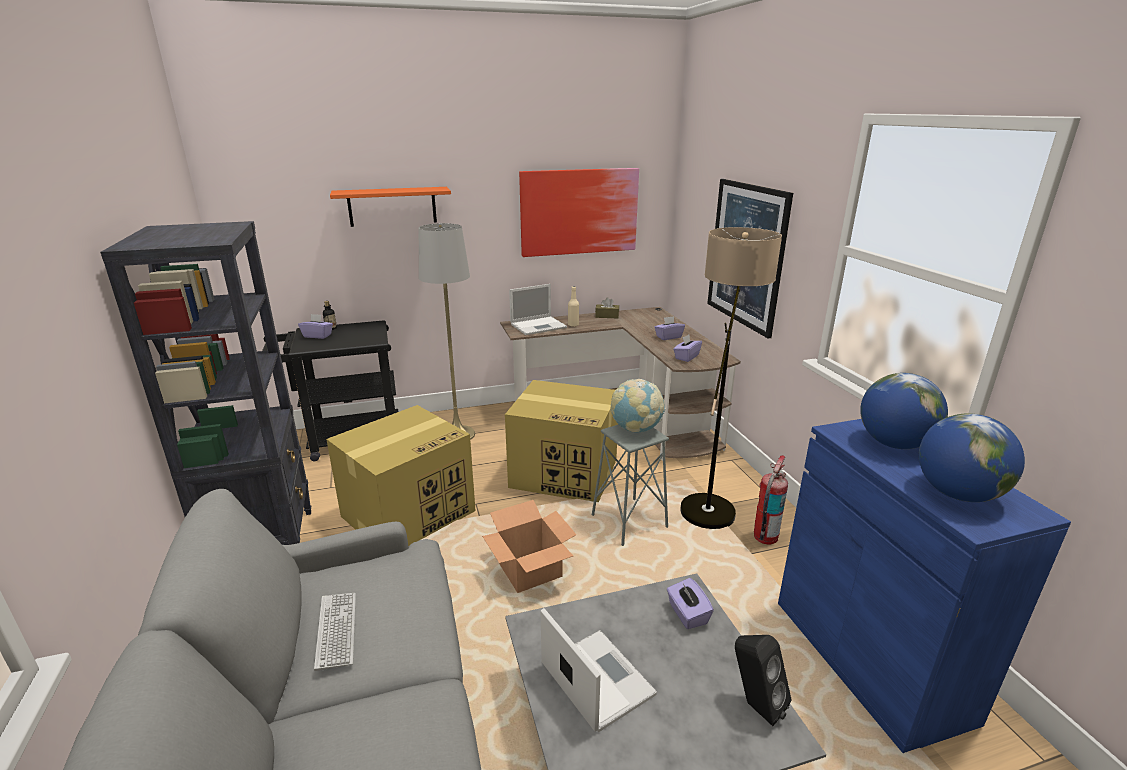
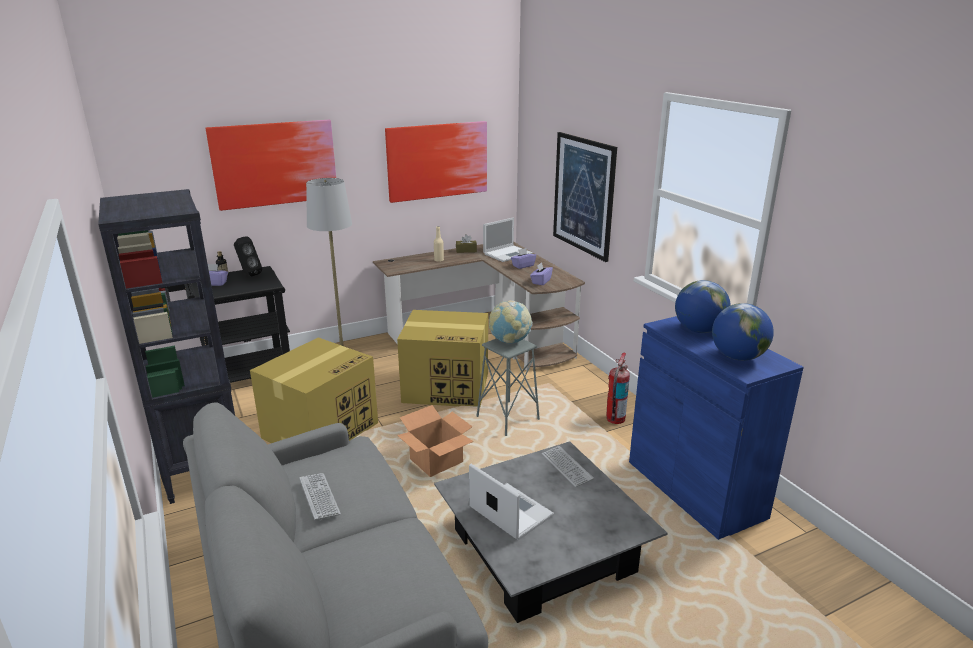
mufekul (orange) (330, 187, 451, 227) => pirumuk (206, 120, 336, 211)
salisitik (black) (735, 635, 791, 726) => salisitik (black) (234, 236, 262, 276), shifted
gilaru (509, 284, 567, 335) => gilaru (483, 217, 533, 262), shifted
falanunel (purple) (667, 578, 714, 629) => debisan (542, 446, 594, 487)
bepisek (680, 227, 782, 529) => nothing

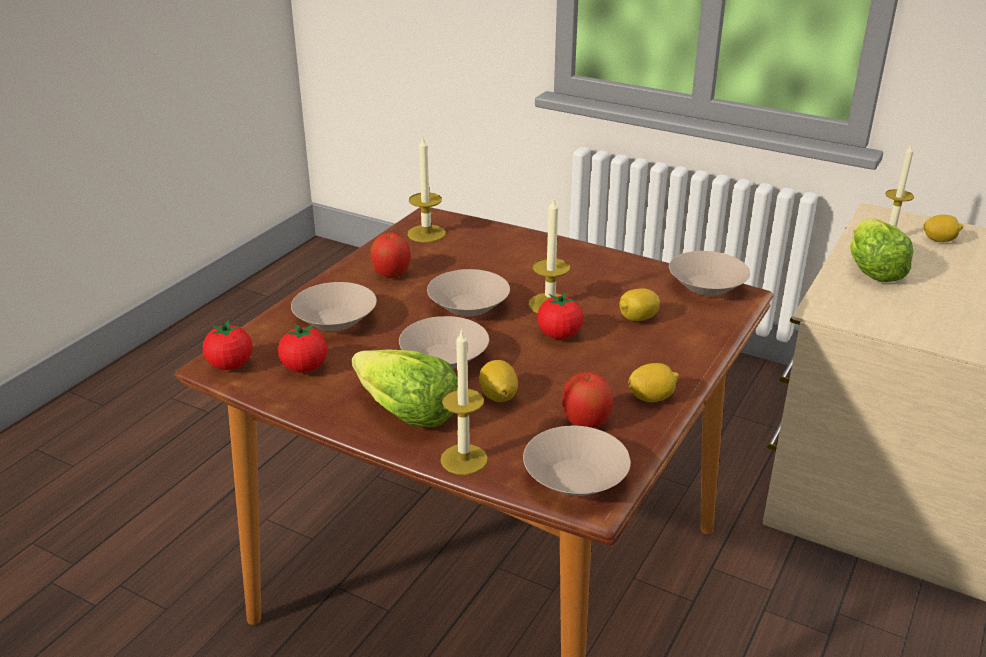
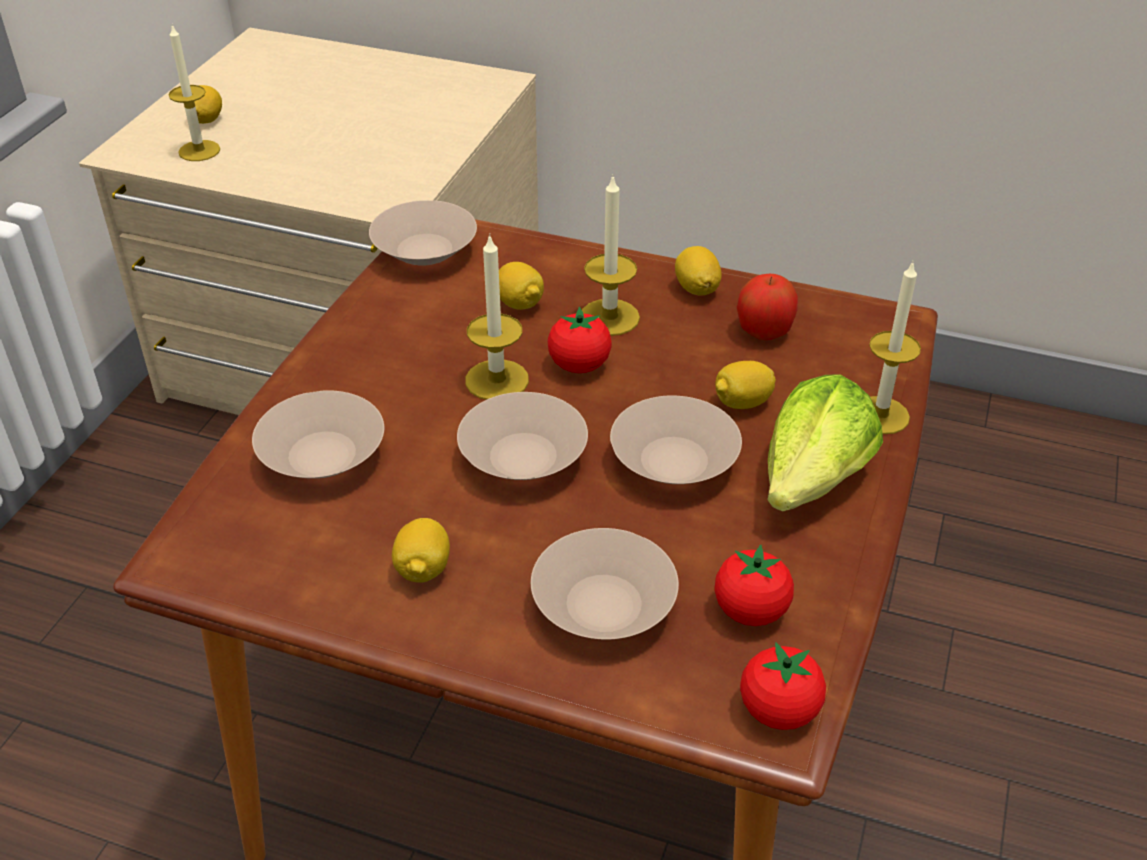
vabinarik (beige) (523, 426, 631, 496) => vabinarik (beige) (252, 390, 384, 479), shifted
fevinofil (370, 232, 411, 278) => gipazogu (392, 518, 450, 583)
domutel (408, 135, 446, 242) => domutel (582, 176, 640, 336), shifted
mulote (850, 218, 914, 282) => nothing

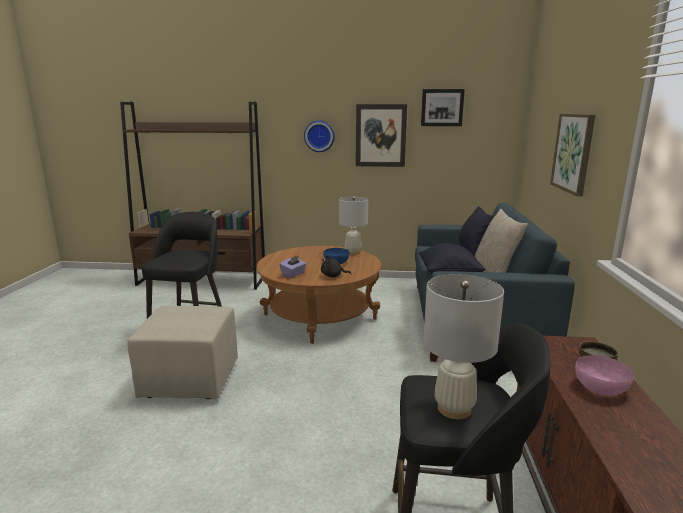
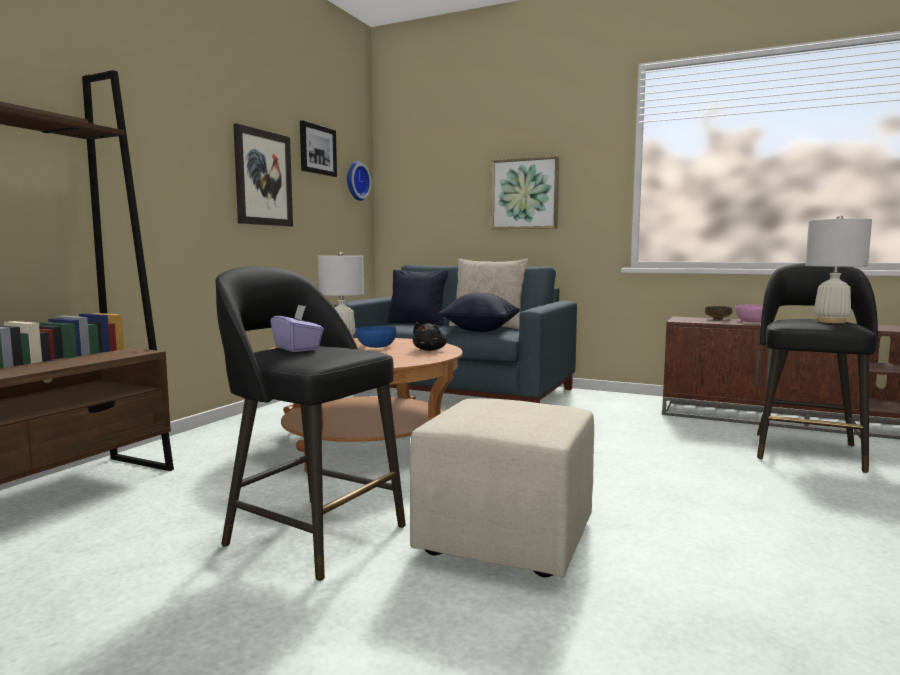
falanunel (purple) (280, 255, 307, 278) => falanunel (purple) (270, 304, 324, 352), shifted
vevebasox (304, 120, 335, 152) => vevebasox (347, 161, 372, 201), shifted

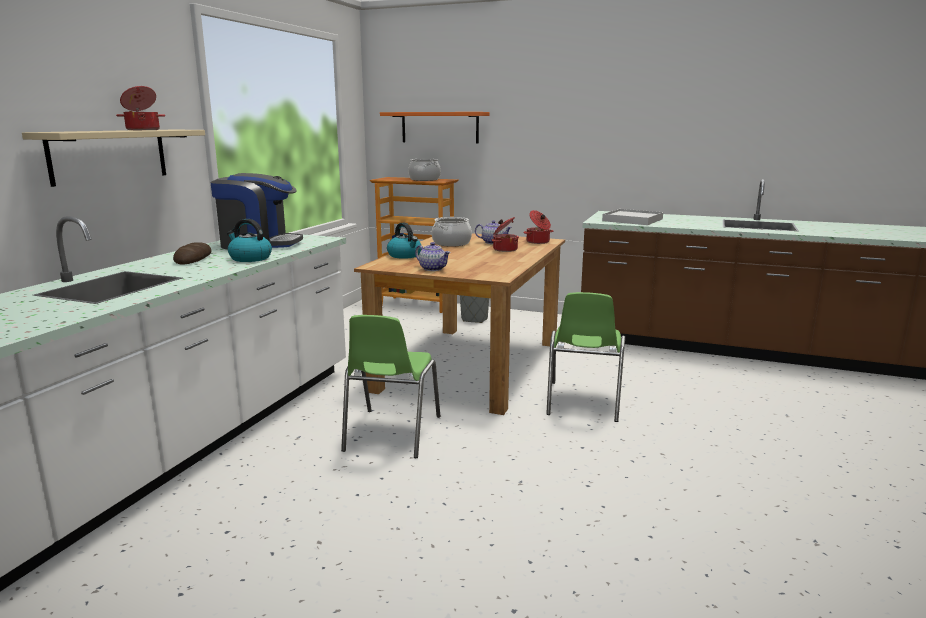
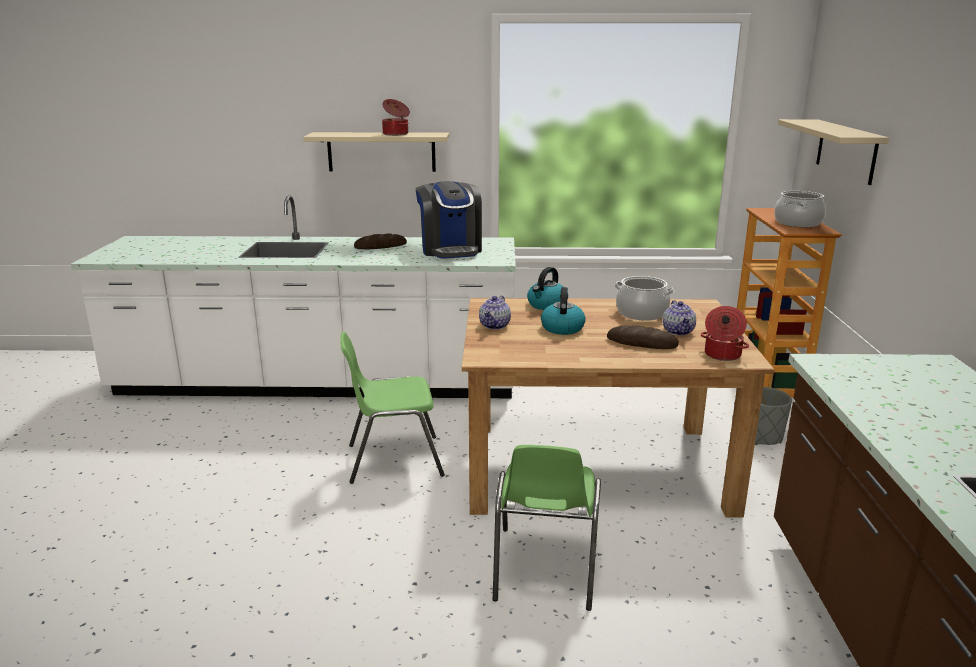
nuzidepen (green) (546, 292, 625, 422) => nuzidepen (green) (493, 445, 601, 611), 75 degrees counterclockwise
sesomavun (227, 219, 272, 262) => sesomavun (541, 287, 586, 335), shifted
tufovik (492, 217, 519, 252) => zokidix (607, 325, 679, 349)
mufekul (orange) (380, 112, 490, 143) => mufekul (beige) (778, 119, 889, 185)
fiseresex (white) (602, 209, 663, 225) => nothing

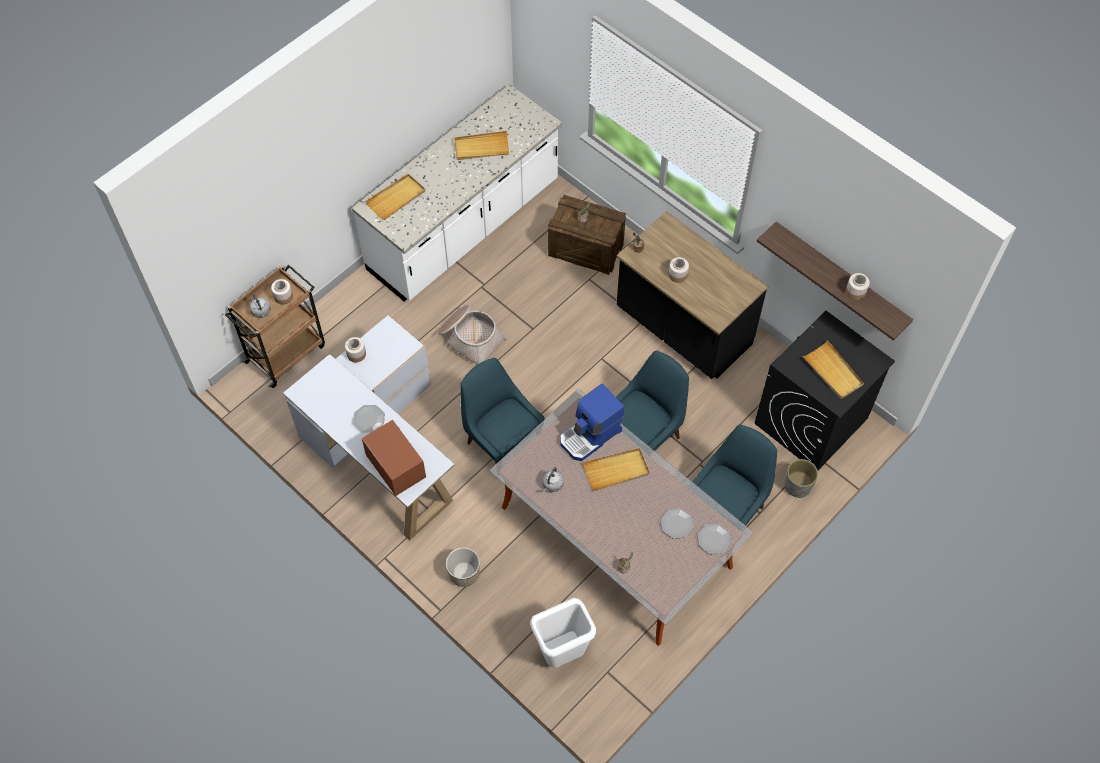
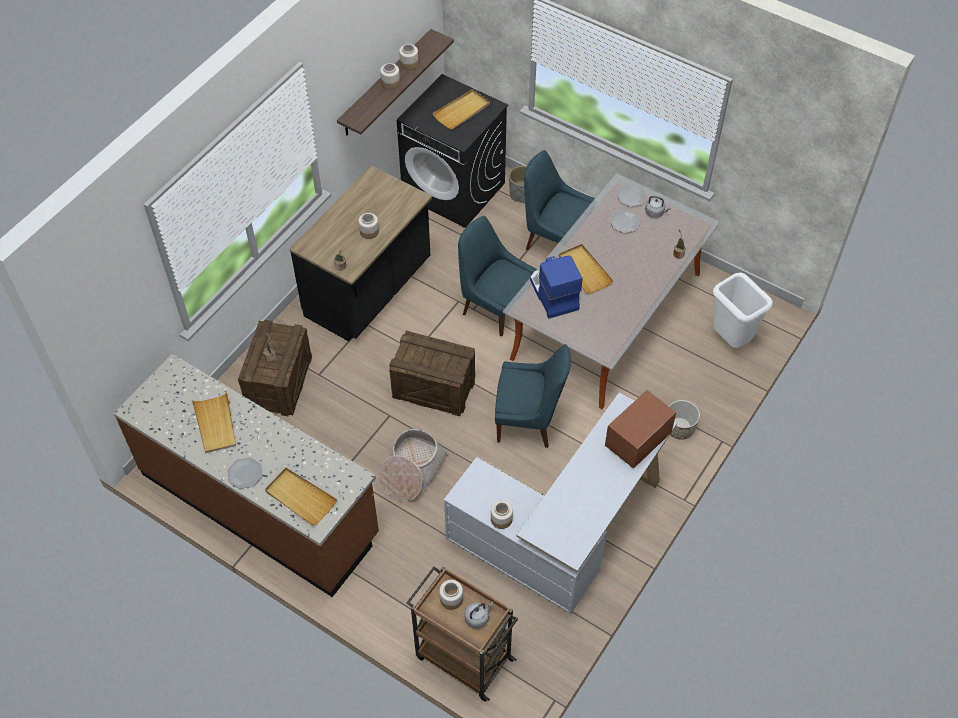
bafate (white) (352, 85, 562, 301) => bafate (brown) (114, 354, 379, 597)
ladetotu (353, 405, 385, 432) => ladetotu (228, 458, 262, 489), shifted
nothing => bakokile (380, 63, 400, 90)
nothing => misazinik (389, 331, 475, 416)
nuzidepen (blue) (460, 358, 544, 464) => nuzidepen (blue) (495, 344, 571, 448), 120 degrees counterclockwise
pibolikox (560, 384, 624, 461) => pibolikox (530, 256, 582, 318), 150 degrees counterclockwise
sesomavun (grey) (542, 467, 564, 492) => sesomavun (grey) (645, 196, 671, 218), shifted

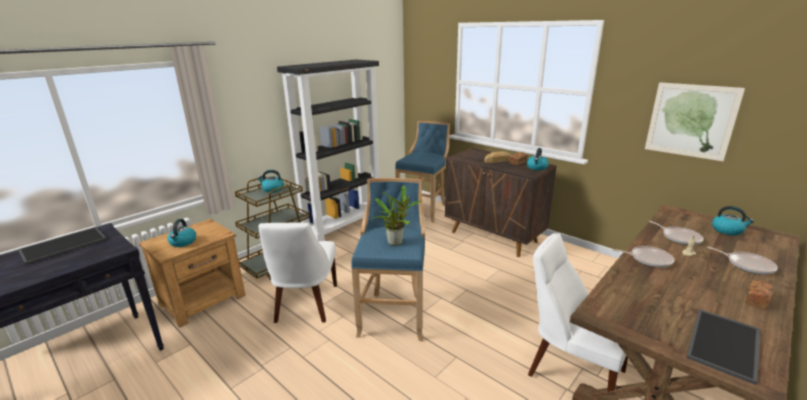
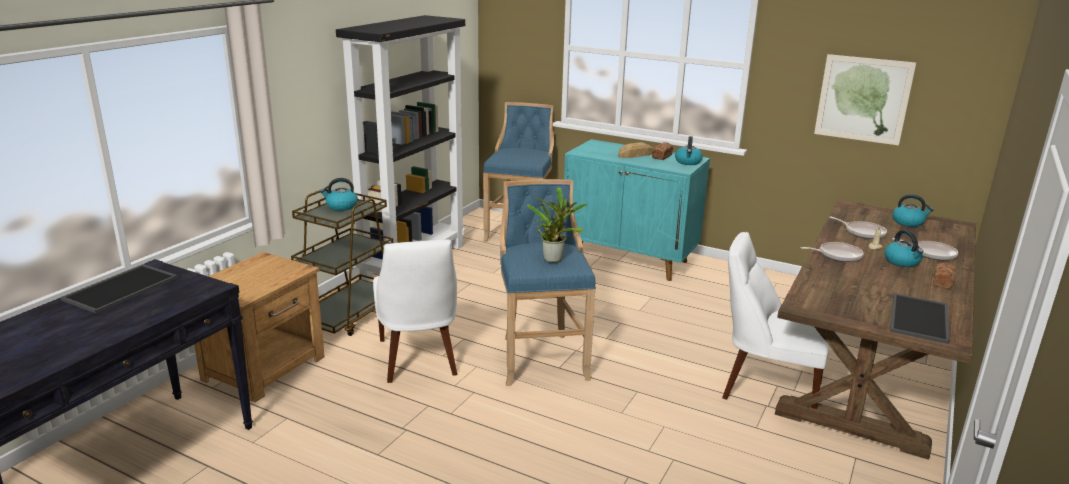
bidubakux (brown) (445, 148, 557, 257) => bidubakux (turquoise) (564, 139, 710, 281)
sesomavun (167, 219, 196, 247) => sesomavun (885, 230, 923, 267), shifted

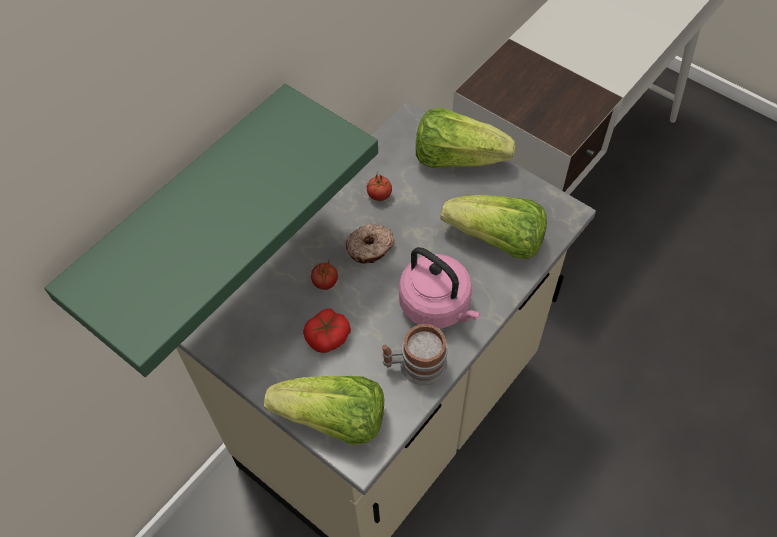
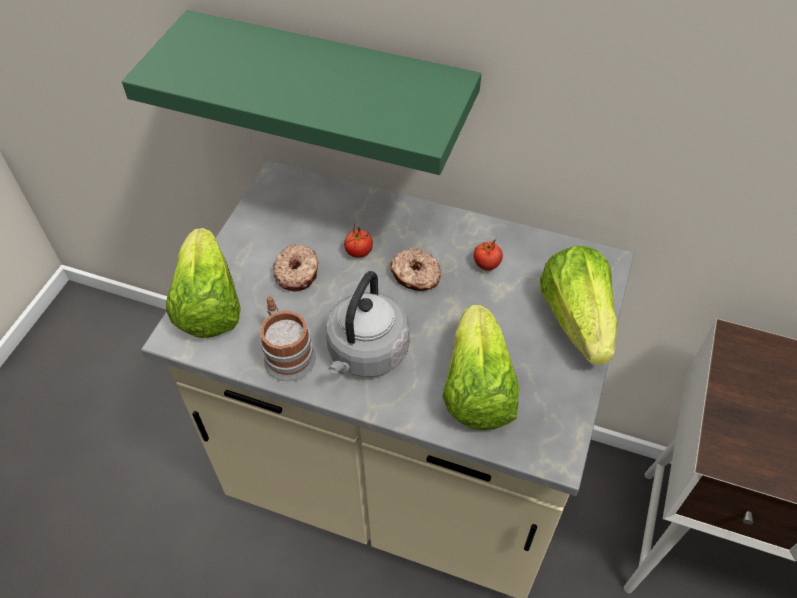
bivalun (303, 309, 351, 353) => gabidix (273, 244, 319, 291)
sesomavun (pink) (399, 247, 480, 328) => sesomavun (grey) (326, 271, 409, 377)

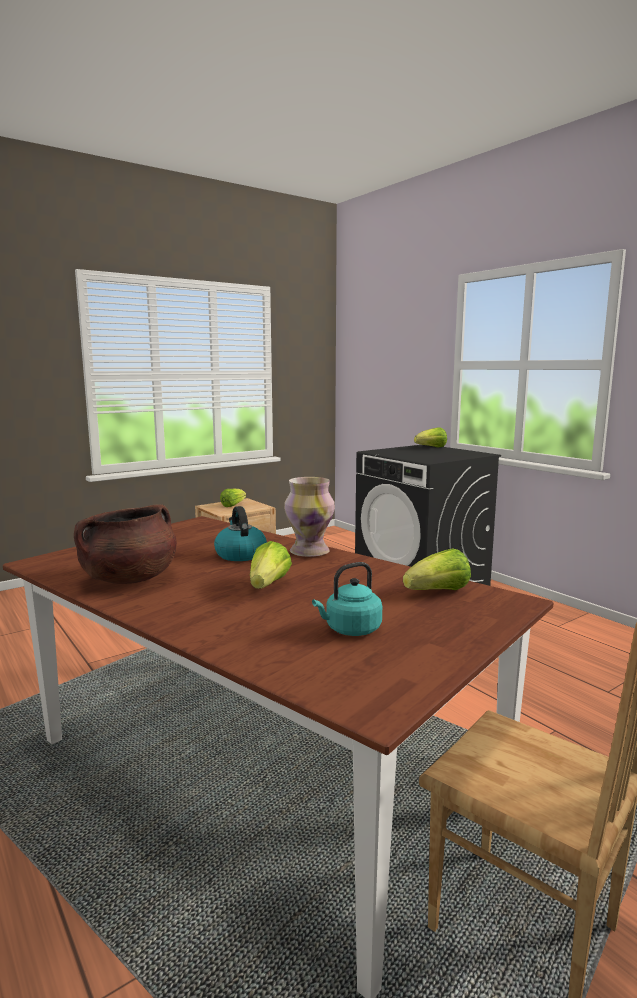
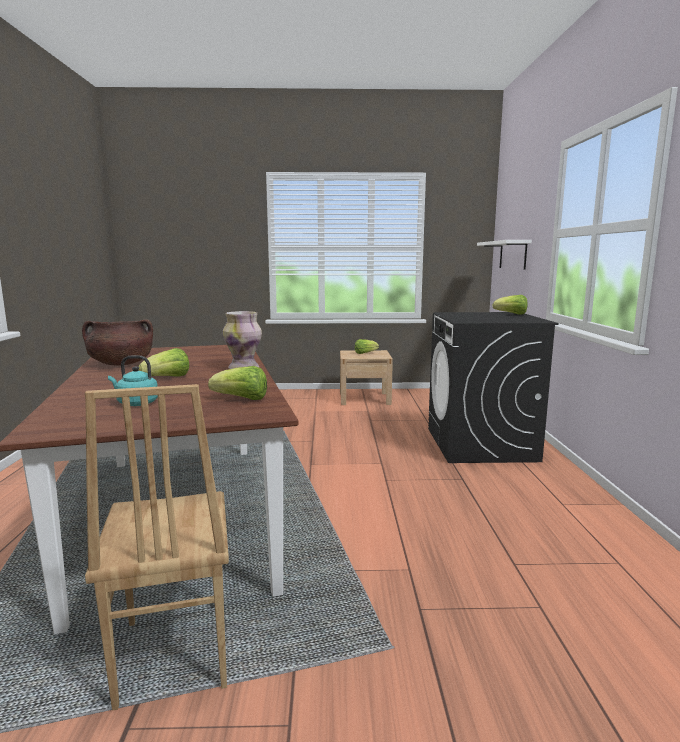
nothing => mufekul (white) (477, 240, 532, 270)
sesomavun (214, 506, 267, 561) => nothing

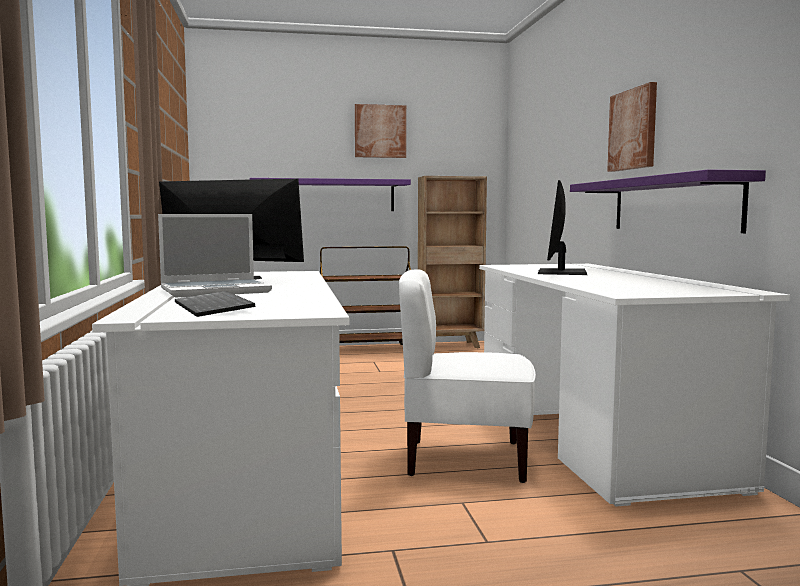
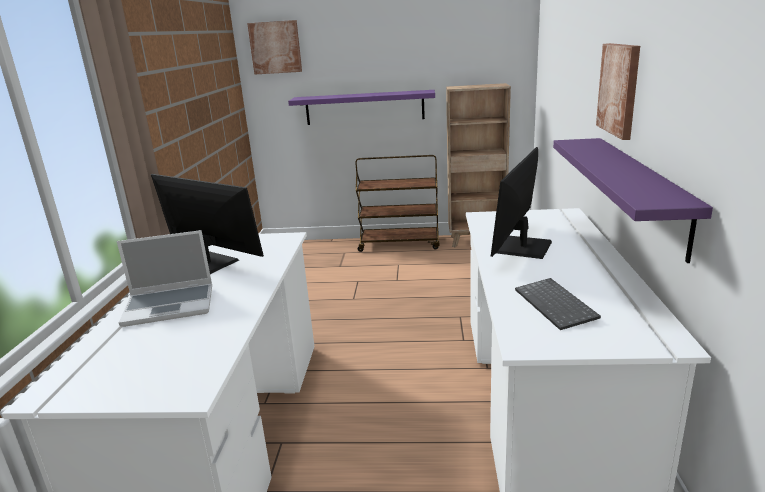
pirumuk (355, 104, 406, 158) => pirumuk (247, 20, 302, 75), shifted
debisan (175, 291, 255, 317) => debisan (515, 278, 601, 330), shifted
nuzidepen (white) (399, 269, 536, 483) => nothing

